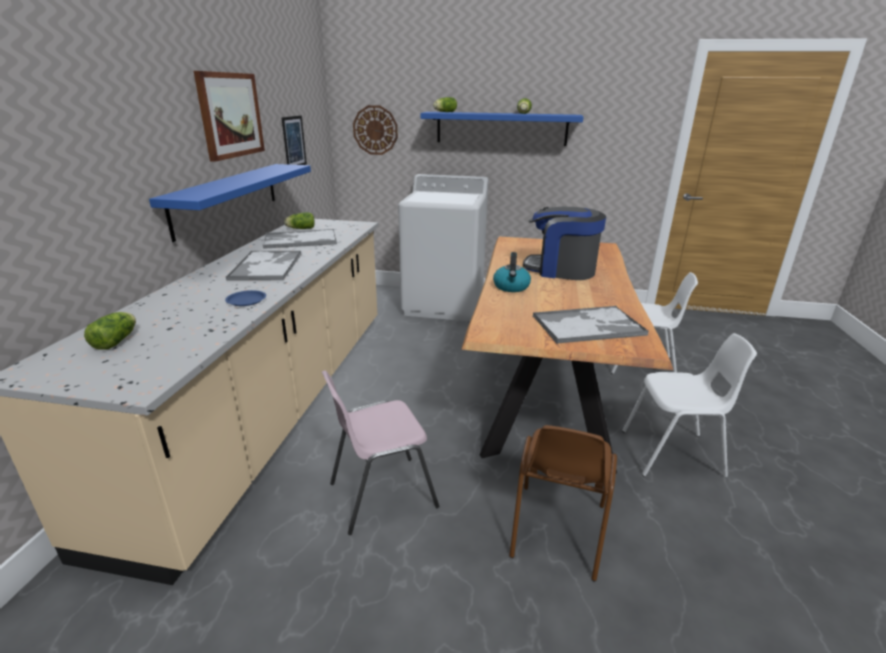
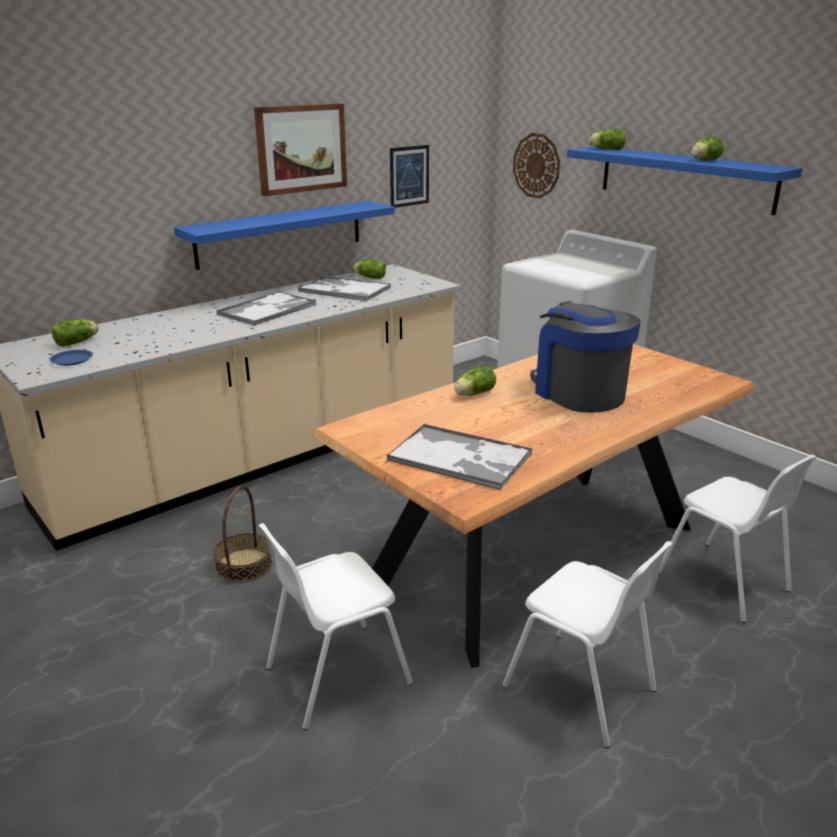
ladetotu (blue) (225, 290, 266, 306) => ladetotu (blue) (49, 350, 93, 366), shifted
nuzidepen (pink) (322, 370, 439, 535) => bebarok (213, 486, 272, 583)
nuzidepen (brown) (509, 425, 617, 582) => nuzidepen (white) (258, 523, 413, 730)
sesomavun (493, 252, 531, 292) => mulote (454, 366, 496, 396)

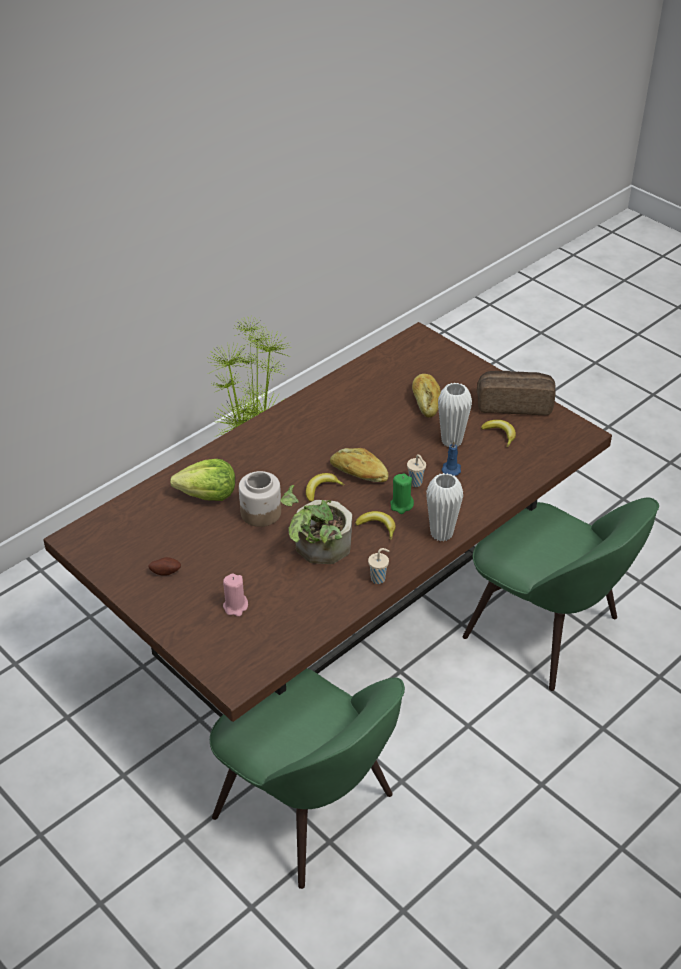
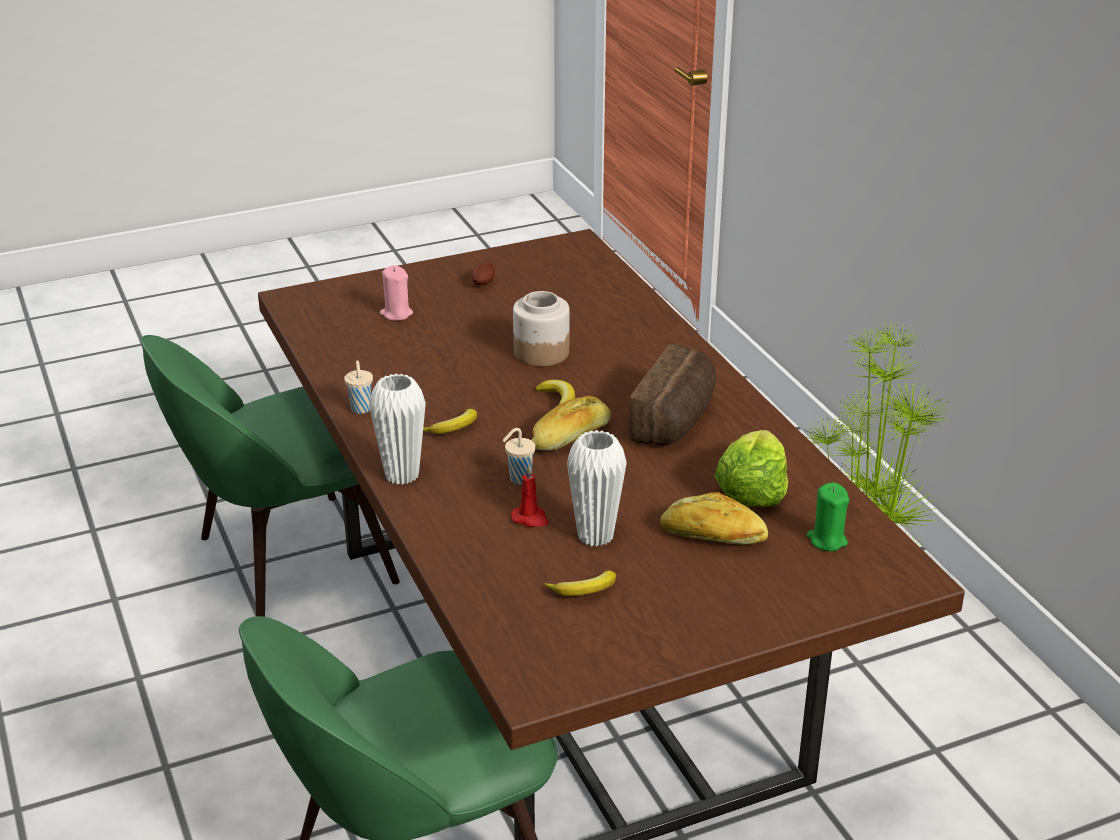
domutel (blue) (442, 441, 461, 476) => domutel (red) (511, 466, 549, 527)
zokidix (477, 371, 556, 415) => zokidix (628, 344, 716, 446), shifted
mulote (170, 459, 235, 501) => mulote (715, 430, 788, 507), shifted
domutel (green) (390, 473, 414, 514) => domutel (green) (807, 483, 849, 551), shifted
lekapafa (280, 485, 352, 564) => nothing

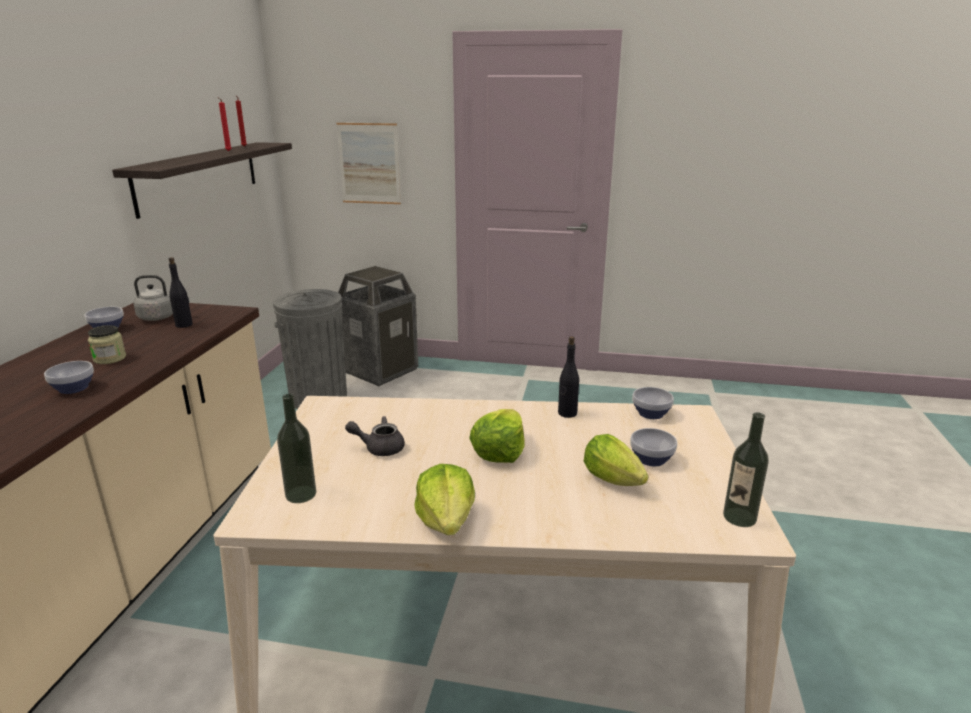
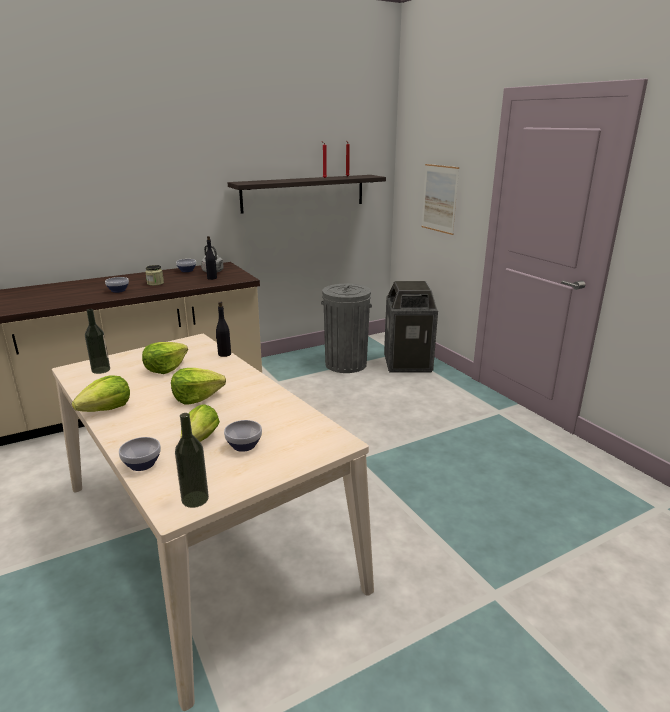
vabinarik (632, 387, 674, 419) => vabinarik (119, 437, 161, 471), shifted
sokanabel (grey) (345, 416, 405, 456) => mulote (142, 342, 188, 374)
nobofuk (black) (558, 336, 579, 418) => nobofuk (black) (216, 301, 231, 357), shifted

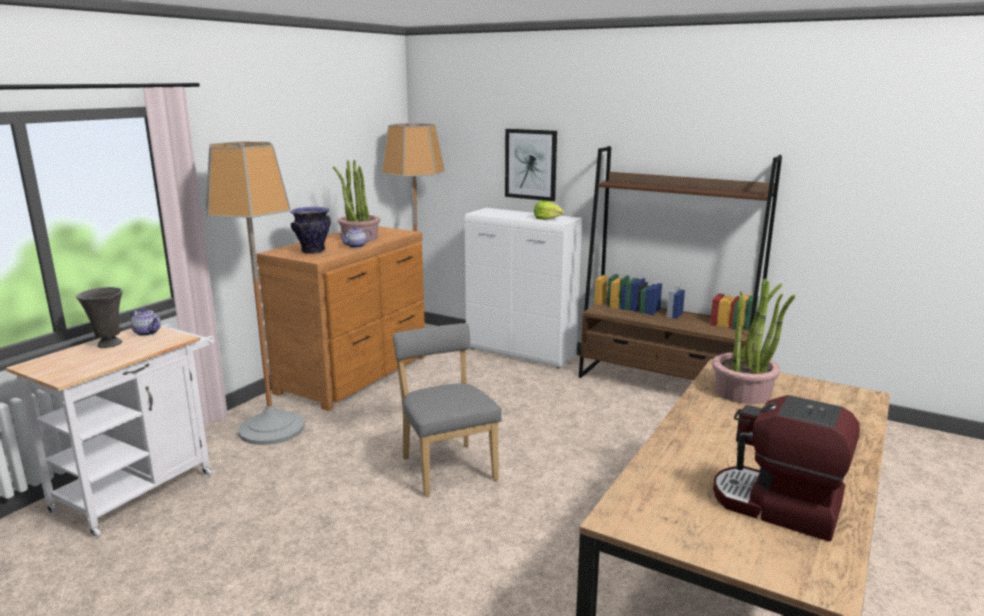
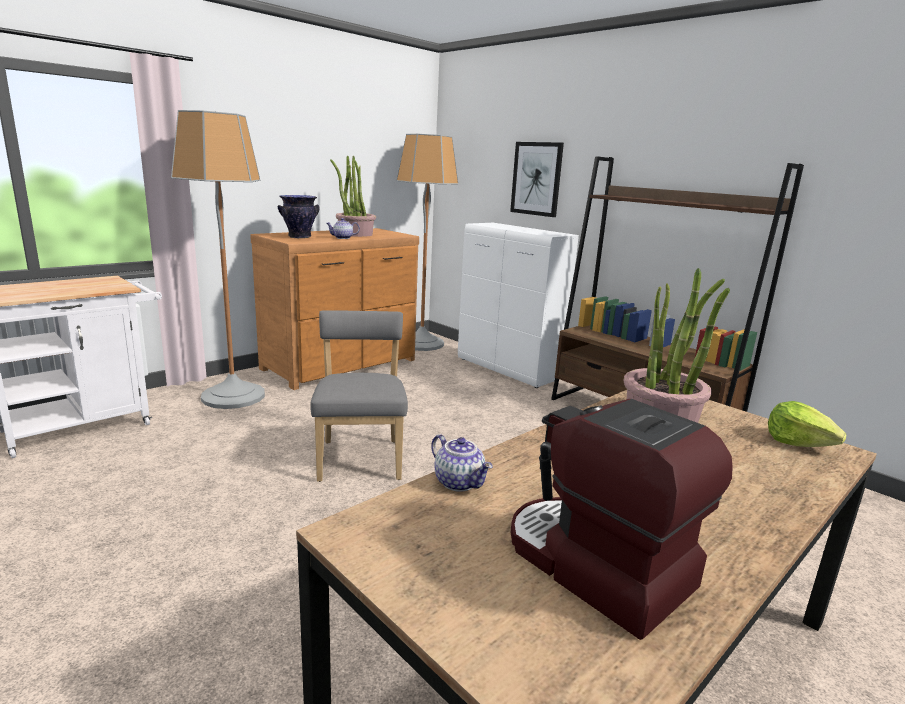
sokanabel (131, 308, 161, 336) => sokanabel (431, 434, 493, 492), shifted
mulote (534, 201, 564, 220) => mulote (768, 401, 846, 447), shifted
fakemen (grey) (76, 287, 123, 348) => nothing

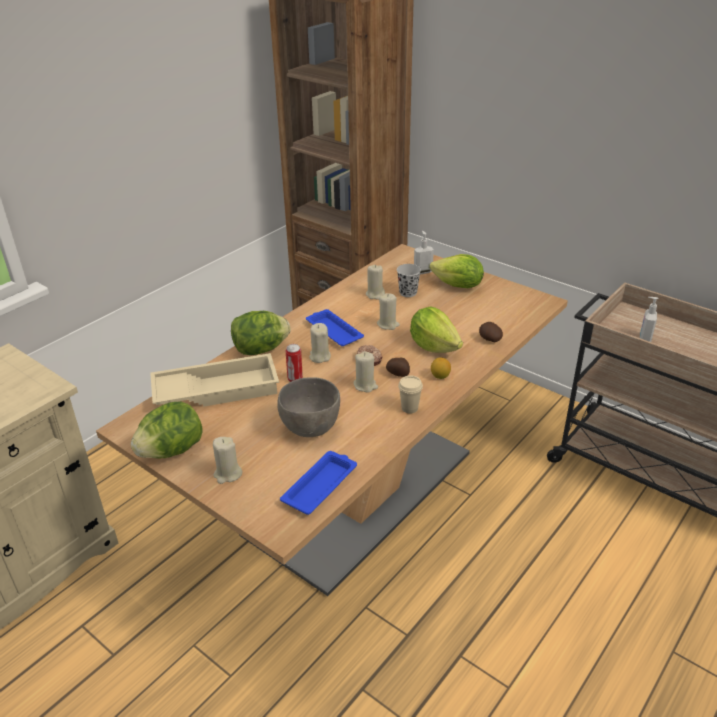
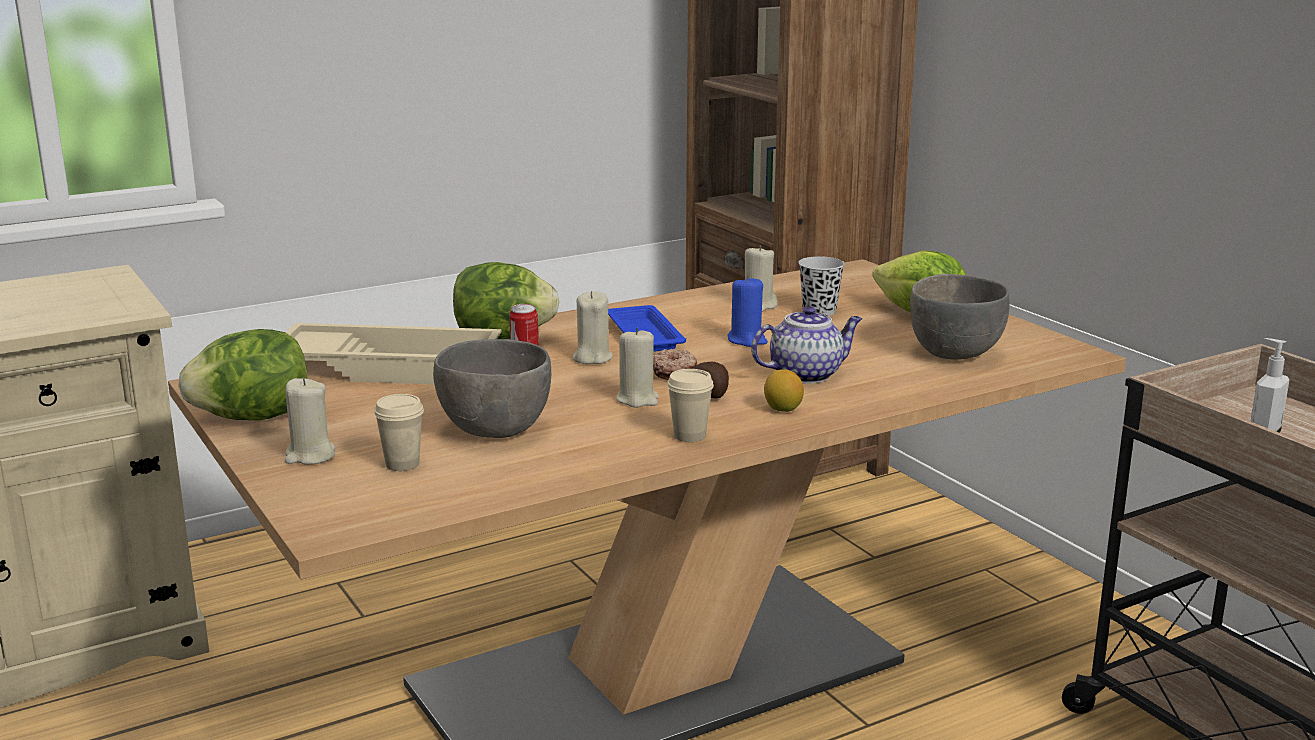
nothing => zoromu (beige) (374, 394, 424, 471)
domutel (beige) (377, 293, 400, 330) => domutel (blue) (728, 275, 768, 347)
mulote (410, 306, 463, 353) => sokanabel (751, 306, 862, 384)
nothing => vabinarik (grey) (910, 274, 1010, 360)
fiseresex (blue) (280, 451, 357, 515) => nothing
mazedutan (414, 231, 434, 274) => nothing
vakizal (479, 322, 503, 342) => nothing

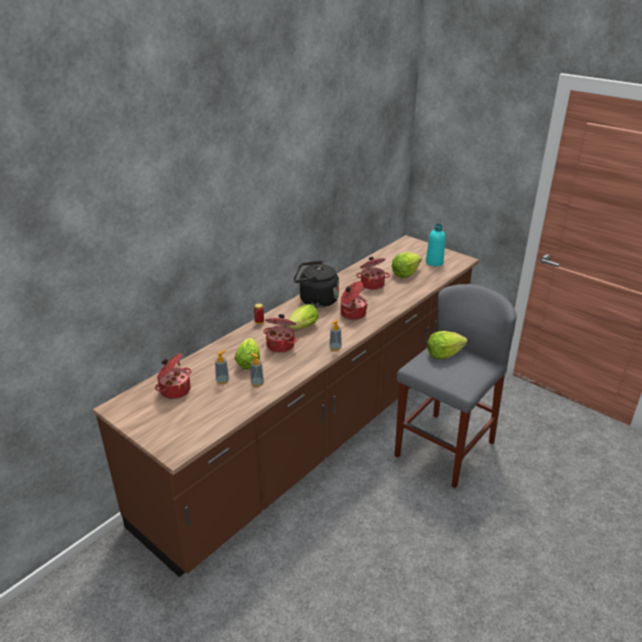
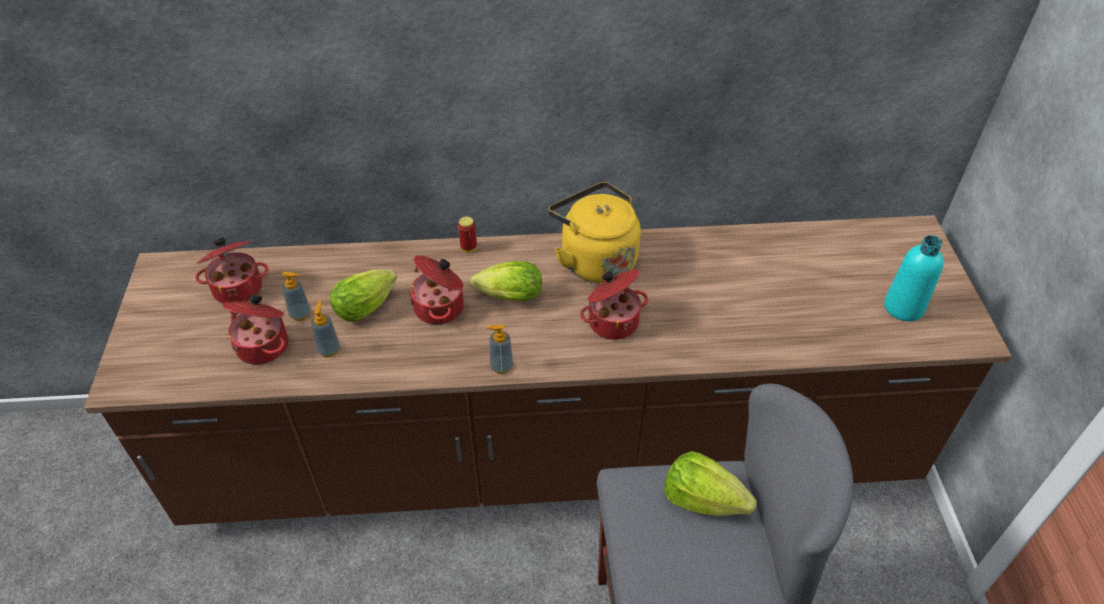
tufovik (356, 257, 390, 290) => tufovik (222, 295, 288, 365), shifted
sesomavun (black) (294, 261, 339, 308) => sesomavun (yellow) (548, 182, 641, 283)
mulote (392, 253, 422, 278) => nothing

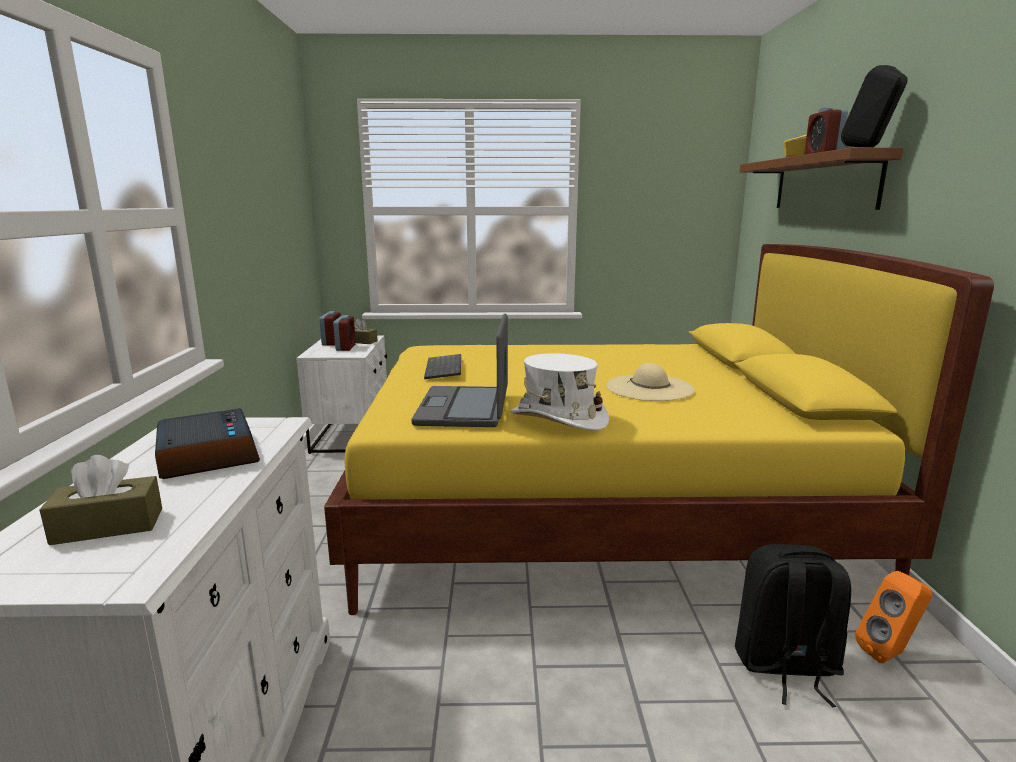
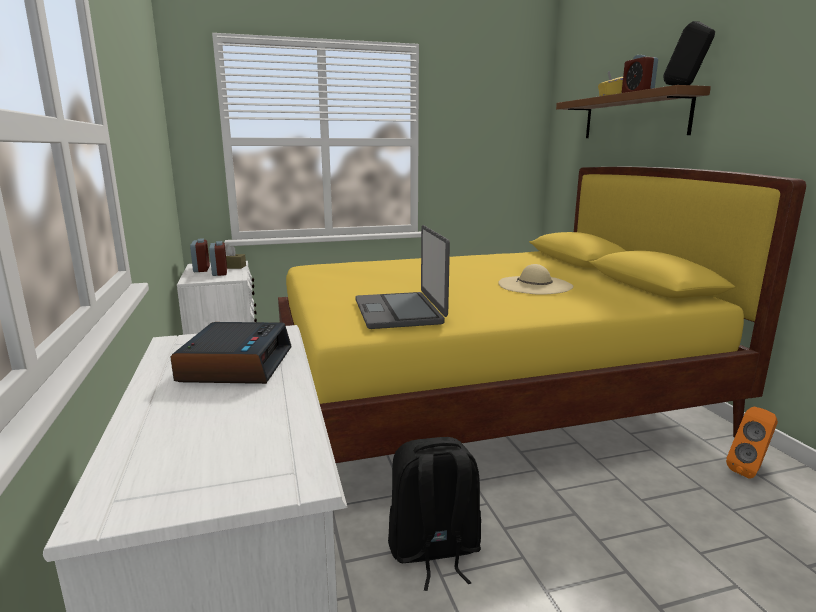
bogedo (155, 408, 260, 479) => bogedo (170, 322, 292, 384), 45 degrees clockwise
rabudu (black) (735, 544, 851, 707) => rabudu (black) (388, 437, 481, 591), shifted
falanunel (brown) (39, 455, 162, 545) => nothing
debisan (424, 354, 461, 379) => nothing
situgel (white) (511, 353, 609, 431) => nothing

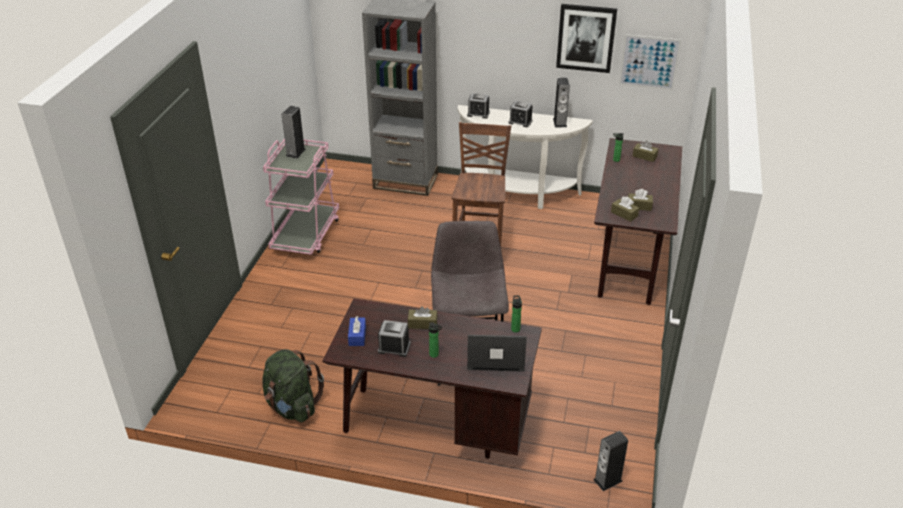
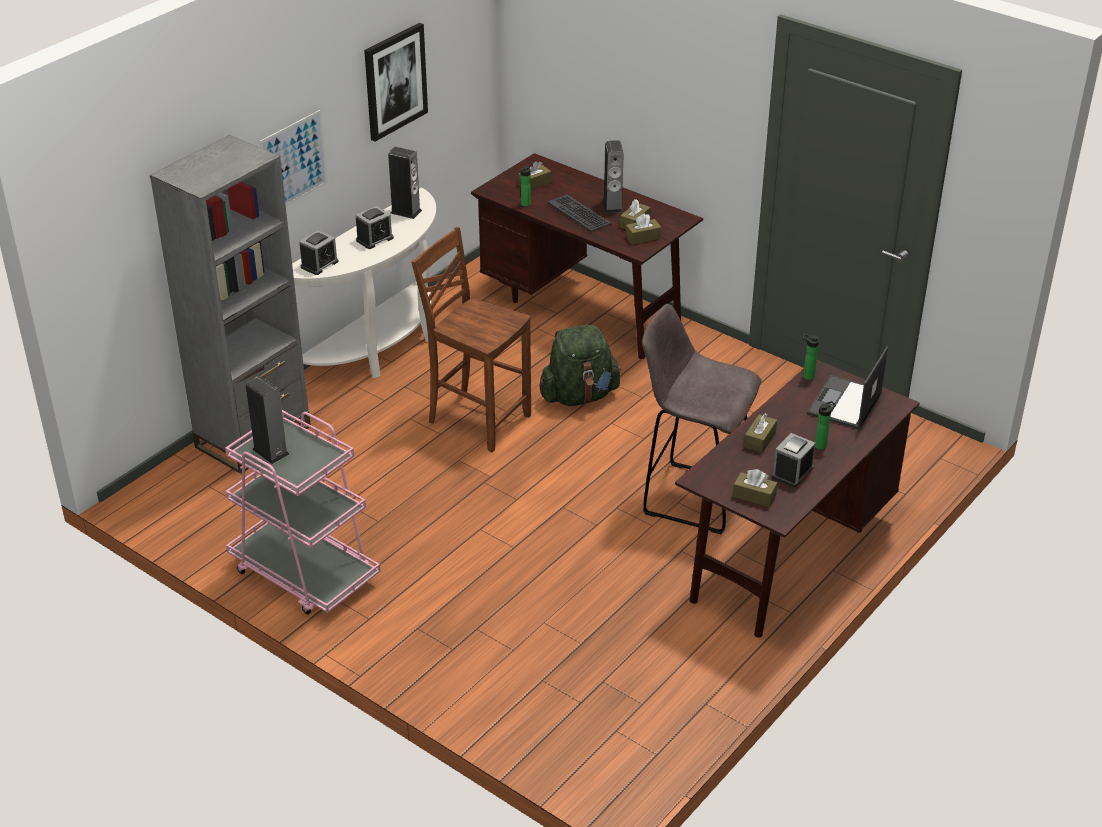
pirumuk (619, 34, 681, 90) => pirumuk (260, 110, 328, 206), shifted
rabudu (green) (263, 349, 324, 422) => rabudu (green) (539, 324, 621, 406), shifted
nothing => debisan (547, 195, 611, 232)
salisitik (593, 431, 628, 491) => salisitik (603, 140, 624, 213), shifted
falanunel (blue) (348, 316, 366, 346) => falanunel (brown) (733, 469, 777, 507)

